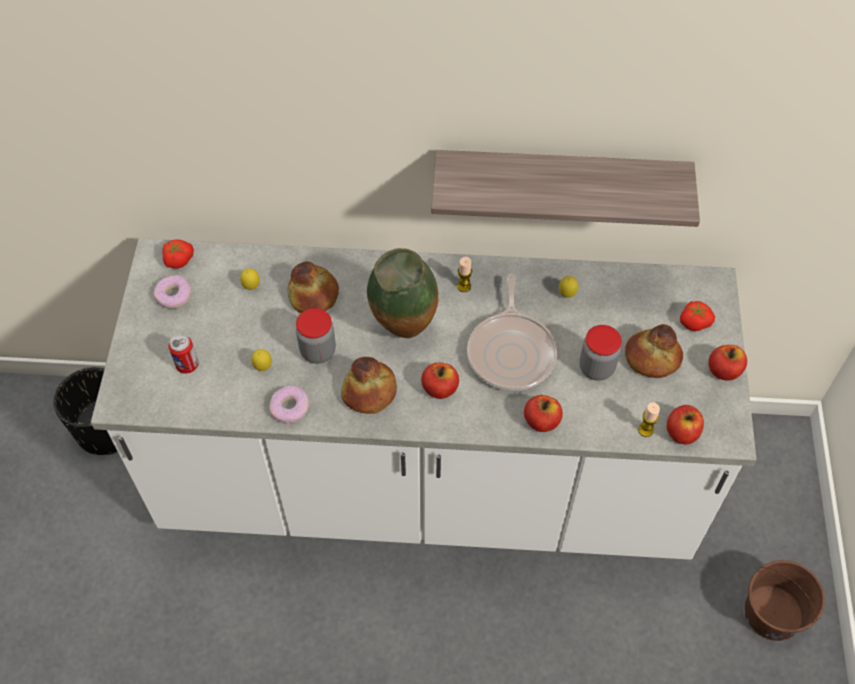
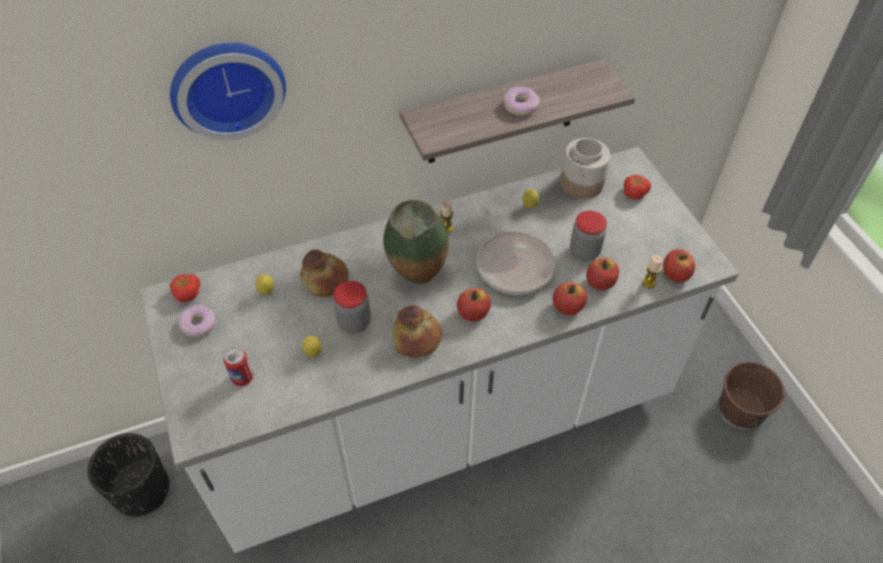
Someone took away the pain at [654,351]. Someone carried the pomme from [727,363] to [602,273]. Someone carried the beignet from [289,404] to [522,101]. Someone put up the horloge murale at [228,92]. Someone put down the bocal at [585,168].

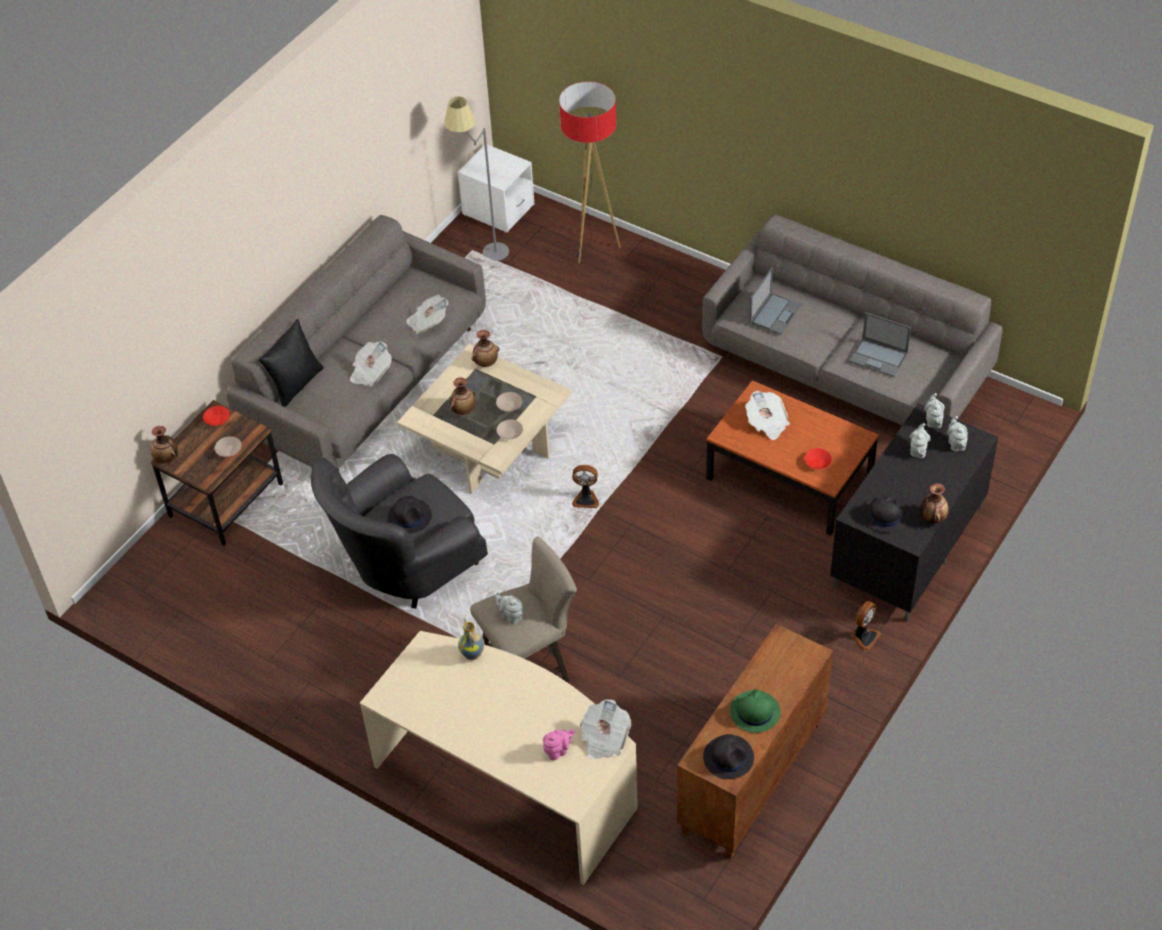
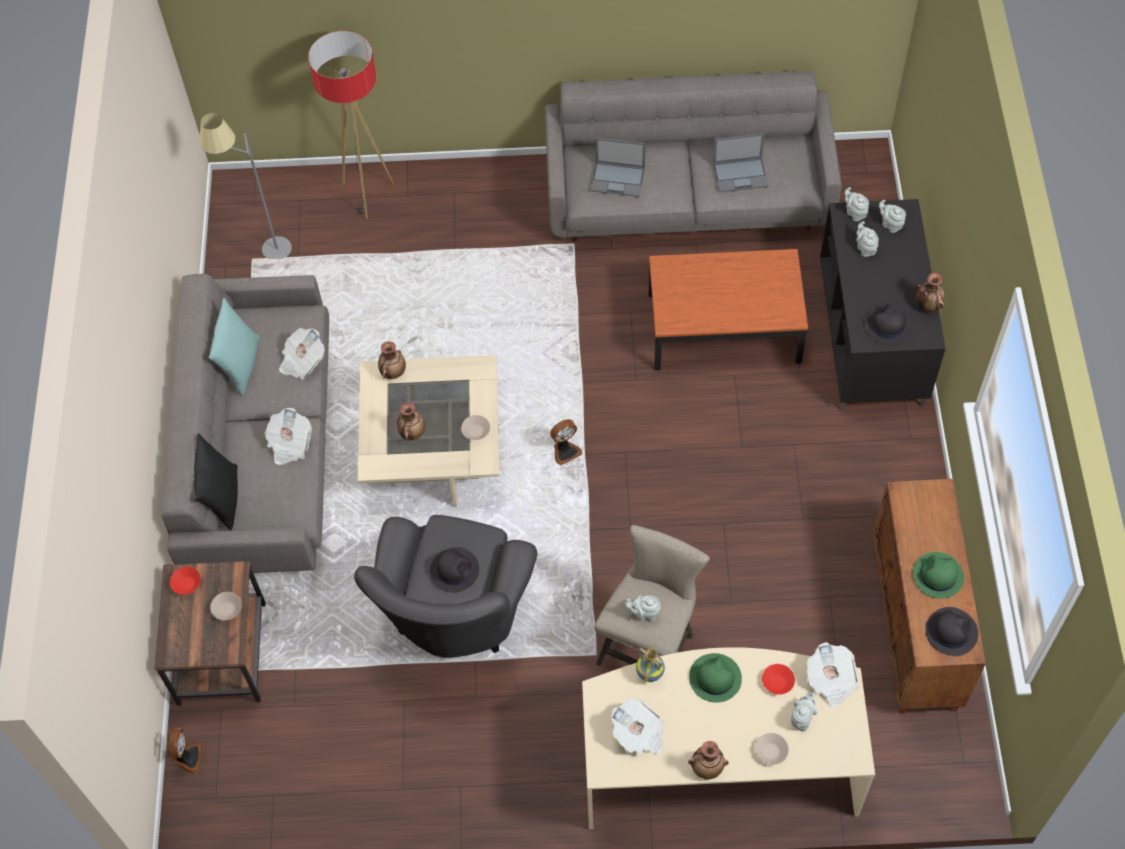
Someone took away the table de chevet/blanc at [496,188]. Someone rotated the ordinateur portable at [775,301] by 105 degrees clockwise. Someone carried the journal from [767,415] to [637,726]. Someone carried the bol/beige from [509,401] to [772,749]. Someone carried the vase from [164,445] to [708,760]. Someone carried the bol/rouge from [818,458] to [778,679]. Someone carried the ventilateur from [866,626] to [185,751]. Someone repainted the théière/rose at [559,744], which became the théière/gris at [804,711]. Someone put down the coussin/turquoise at [234,347]. Someone put down the chapeau/vert at [715,678].

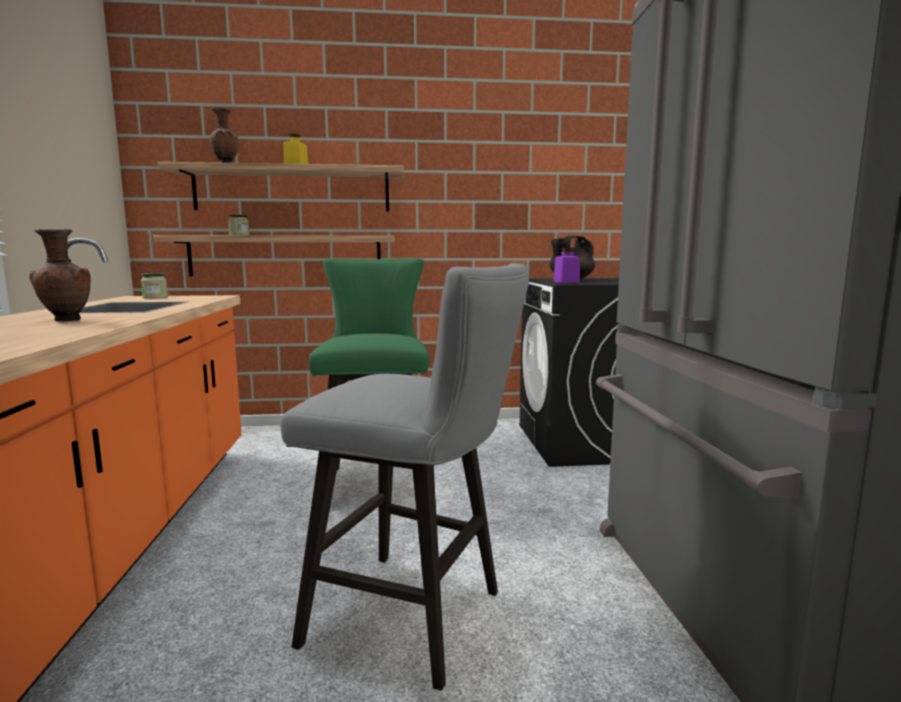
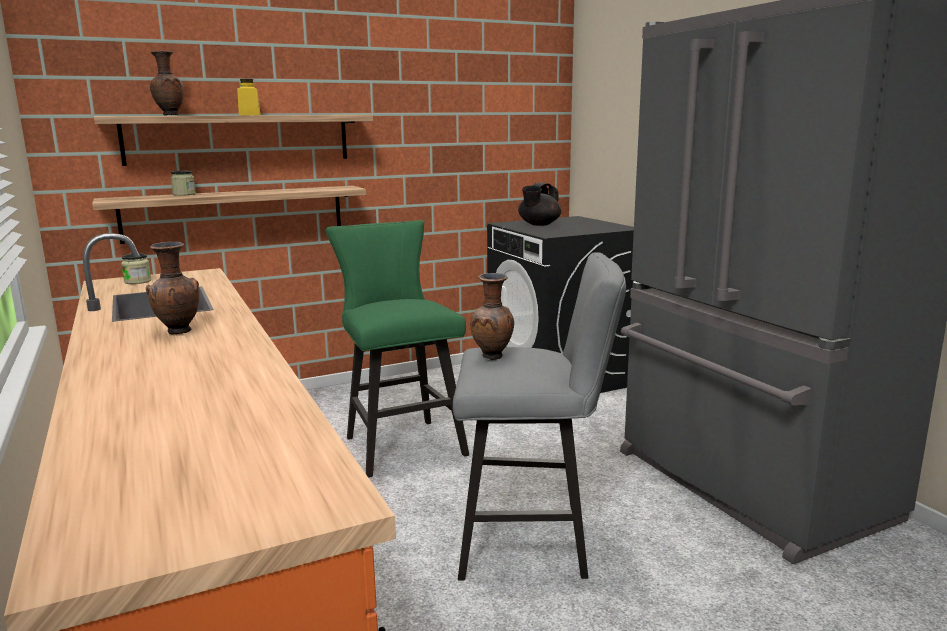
Someone took away the bocal/violet at [566,265]. Someone put down the vase/marron at [492,316].

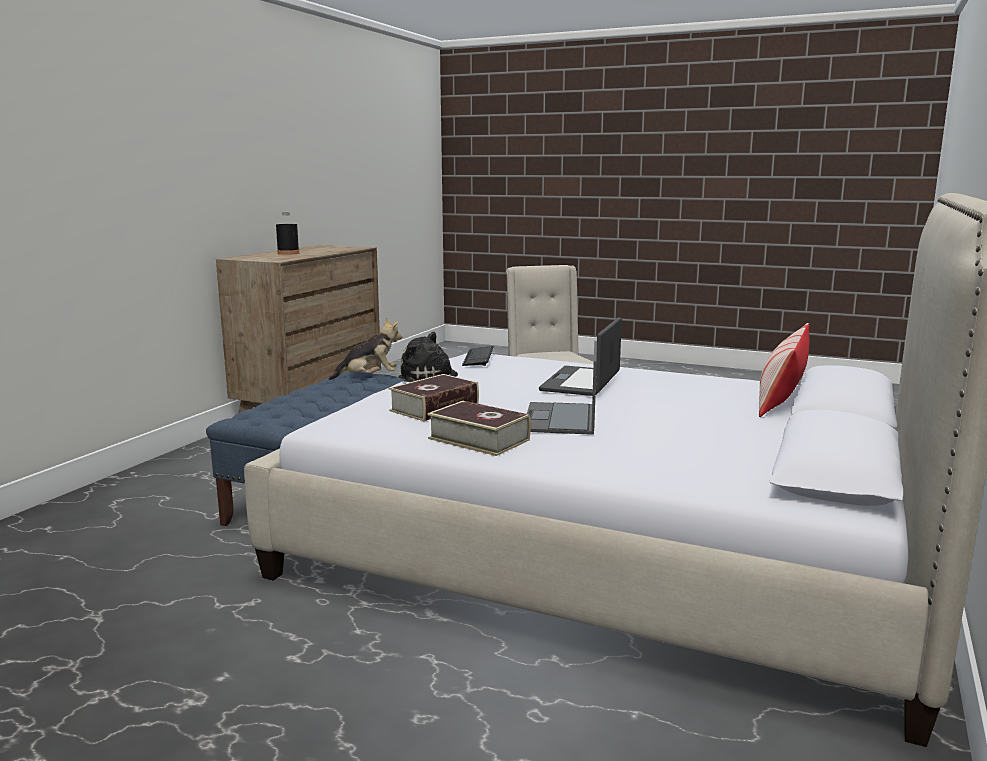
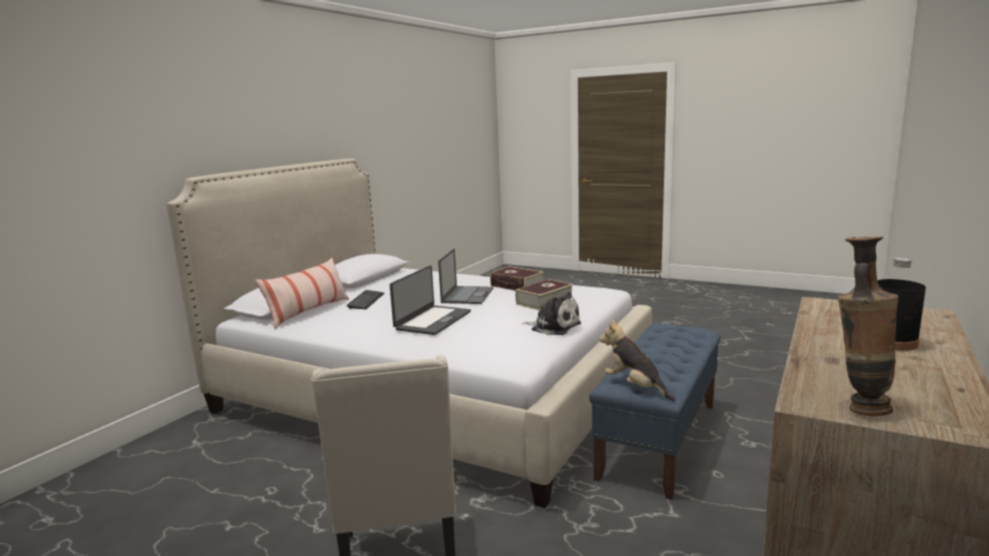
Someone rotated the peluche at [365,349] by 60 degrees clockwise. Someone carried the clavier from [478,356] to [365,300]. Someone put down the vase at [868,326].

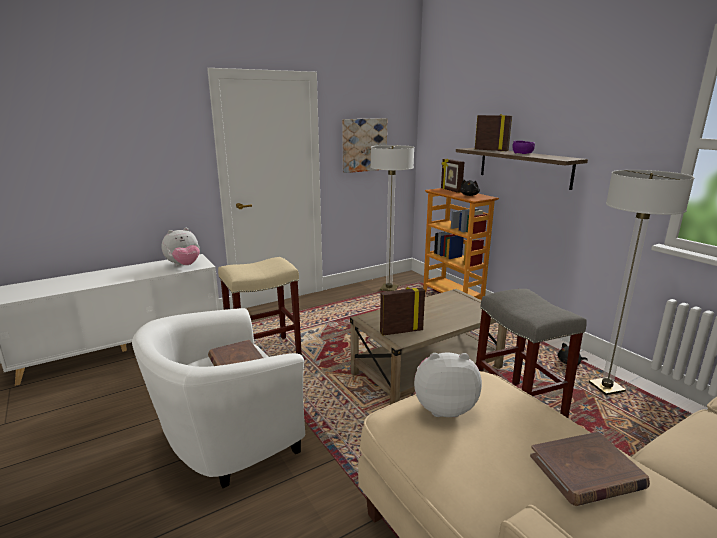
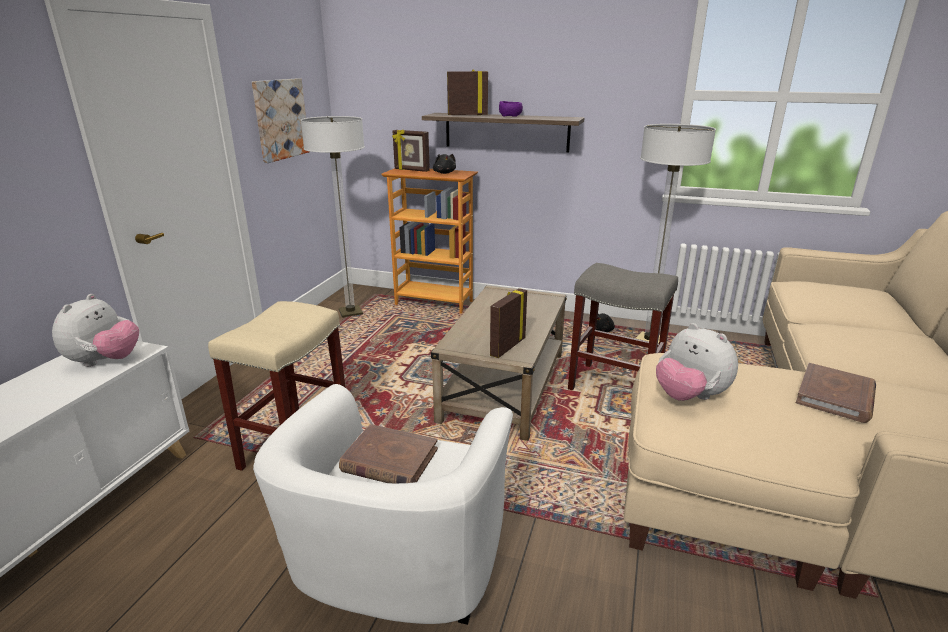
Someone rotated the peluche at [448,384] by 90 degrees counterclockwise.

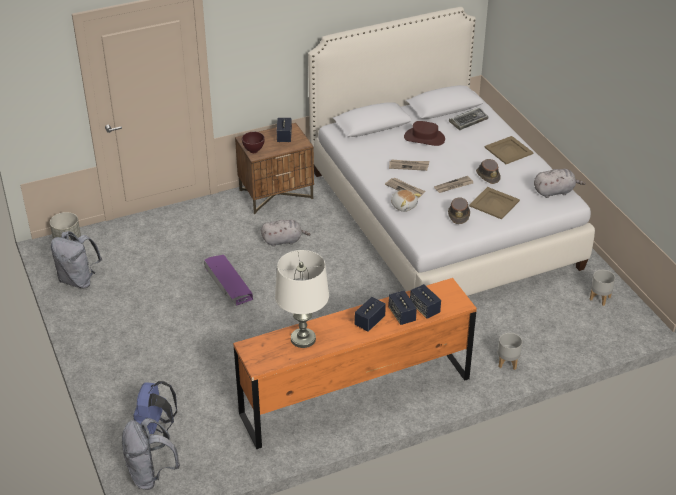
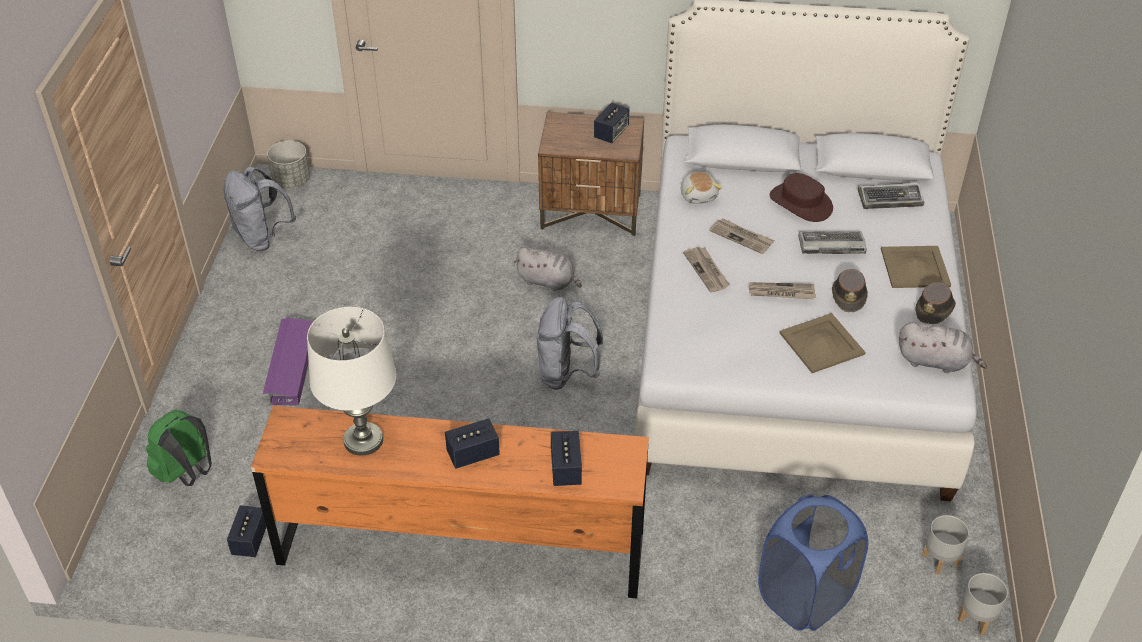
Someone took away the bol/marron at [253,142]. Someone carried the peluche from [406,201] to [701,188]. Someone carried the chapeau/marron from [459,210] to [935,303]. Someone carried the boîte de rangement/violet from [228,280] to [288,361]. Someone carried the enceinte from [402,307] to [246,531]. Someone carried the cache-pot/gris from [510,351] to [983,604]. Someone repainted the sac à dos/bleu at [155,407], which became the sac à dos/vert at [179,448]. Someone carried the sac à dos/gris from [151,454] to [569,343]. Someone put down the clavier at [833,242]. Someone put down the panier à linge/bleu at [813,563].

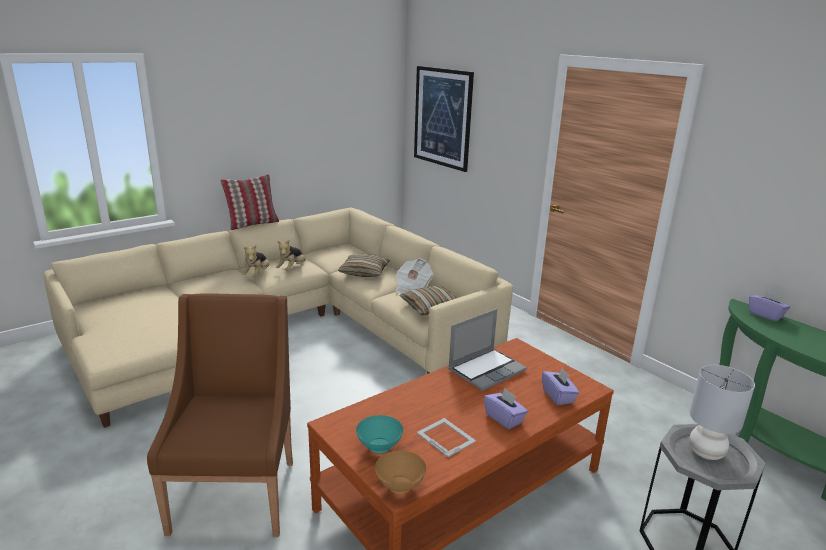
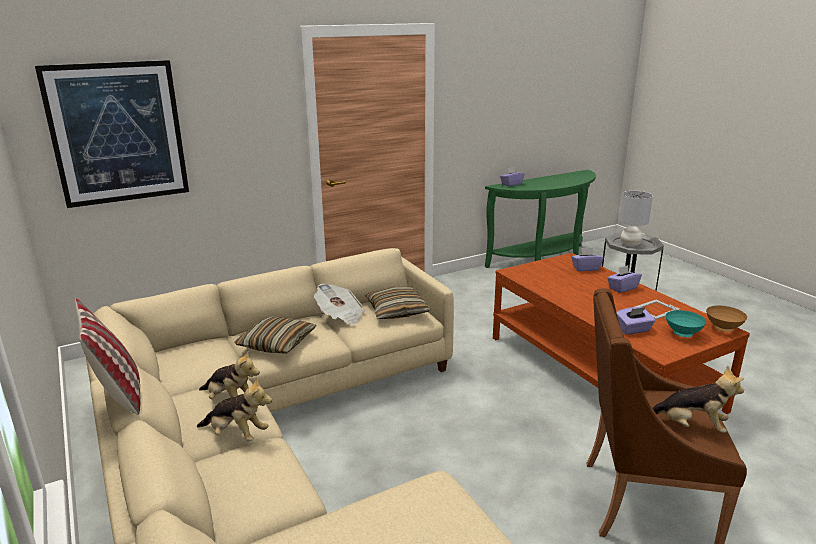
Someone took away the ordinateur portable at [487,350]. Someone put down the boîte à mouchoirs/violet at [635,321]. Someone put down the peluche at [698,399].

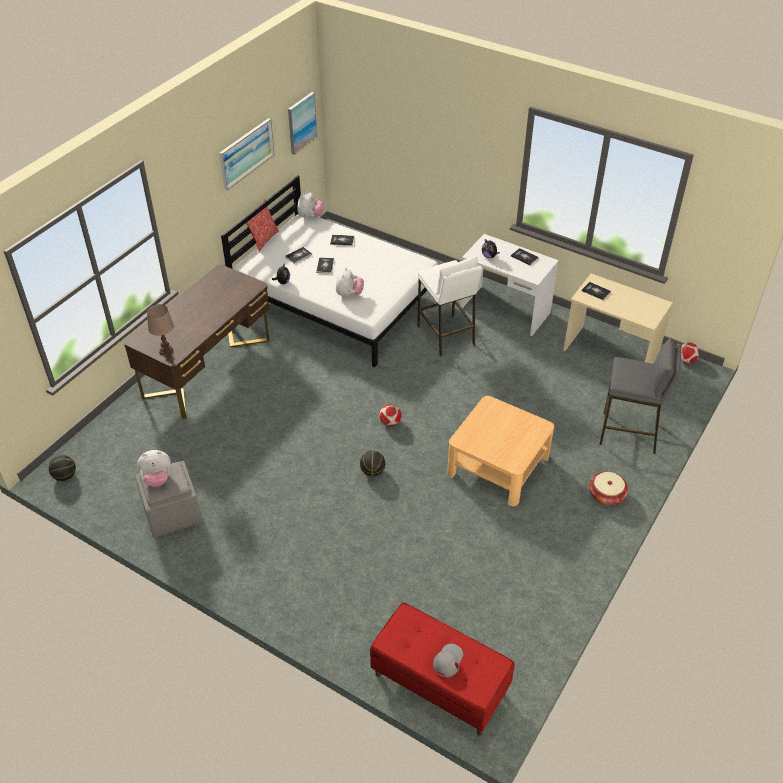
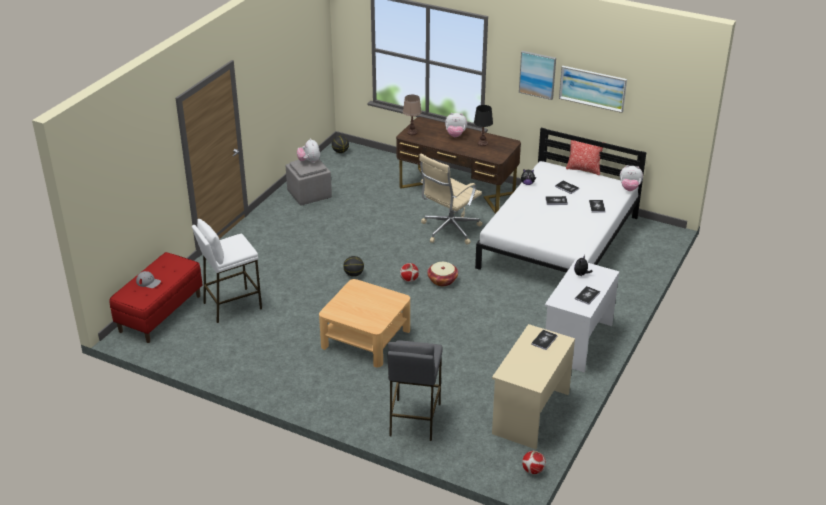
Someone carried the tableau from [302,123] to [537,75]. Someone carried the tabouret/blanc from [449,306] to [227,271]. Someone carried the peluche from [349,282] to [456,125]. Someone carried the panier from [608,488] to [442,274]. Someone put down the lampe de table/noir at [483,125]. Someone put down the chaise de bureau/beige at [451,199].

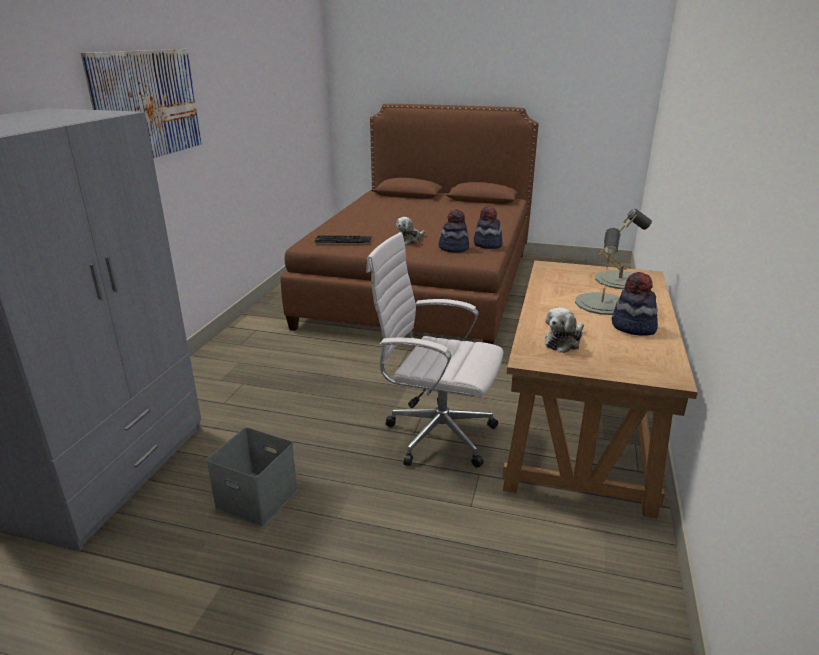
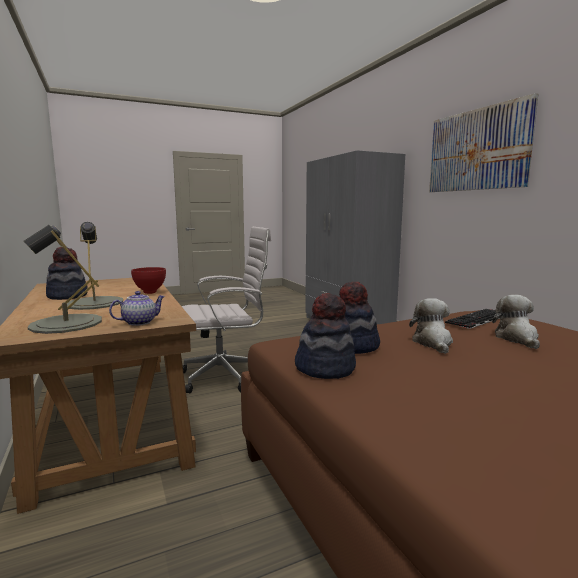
Someone carried the peluche from [564,330] to [516,322]. Someone took away the boîte de rangement/gris at [252,477]. Someone put down the bol/rouge at [148,280]. Someone put down the théière at [137,308].

